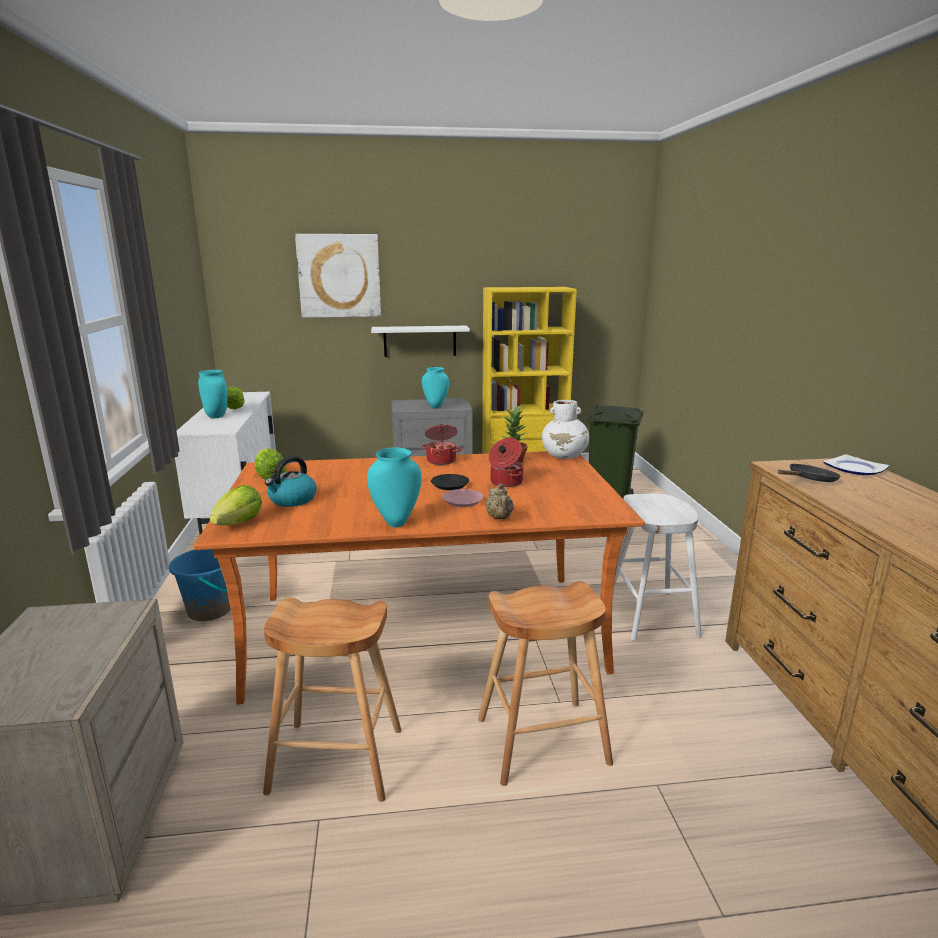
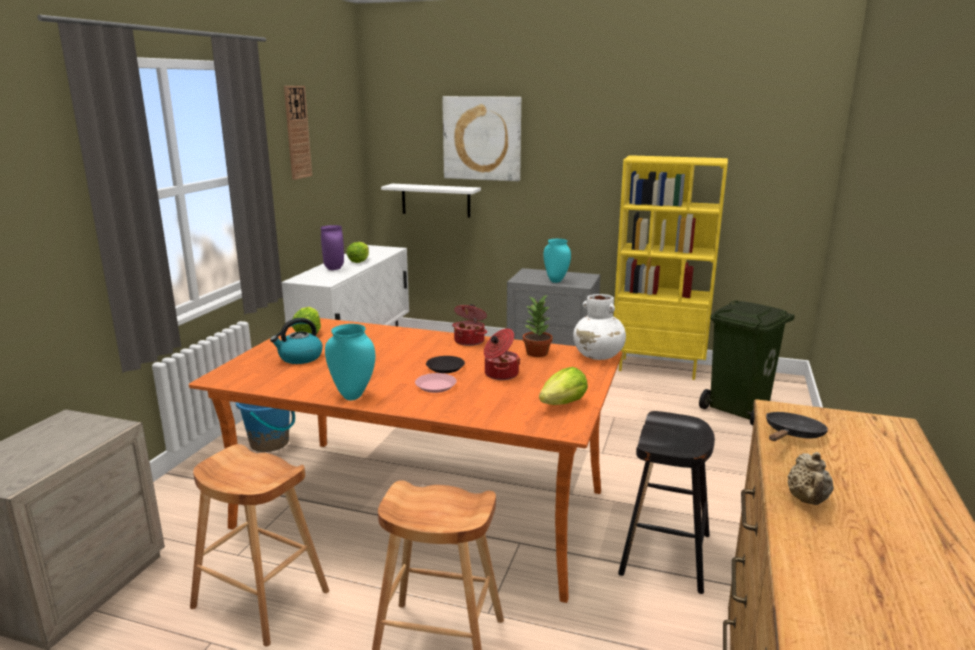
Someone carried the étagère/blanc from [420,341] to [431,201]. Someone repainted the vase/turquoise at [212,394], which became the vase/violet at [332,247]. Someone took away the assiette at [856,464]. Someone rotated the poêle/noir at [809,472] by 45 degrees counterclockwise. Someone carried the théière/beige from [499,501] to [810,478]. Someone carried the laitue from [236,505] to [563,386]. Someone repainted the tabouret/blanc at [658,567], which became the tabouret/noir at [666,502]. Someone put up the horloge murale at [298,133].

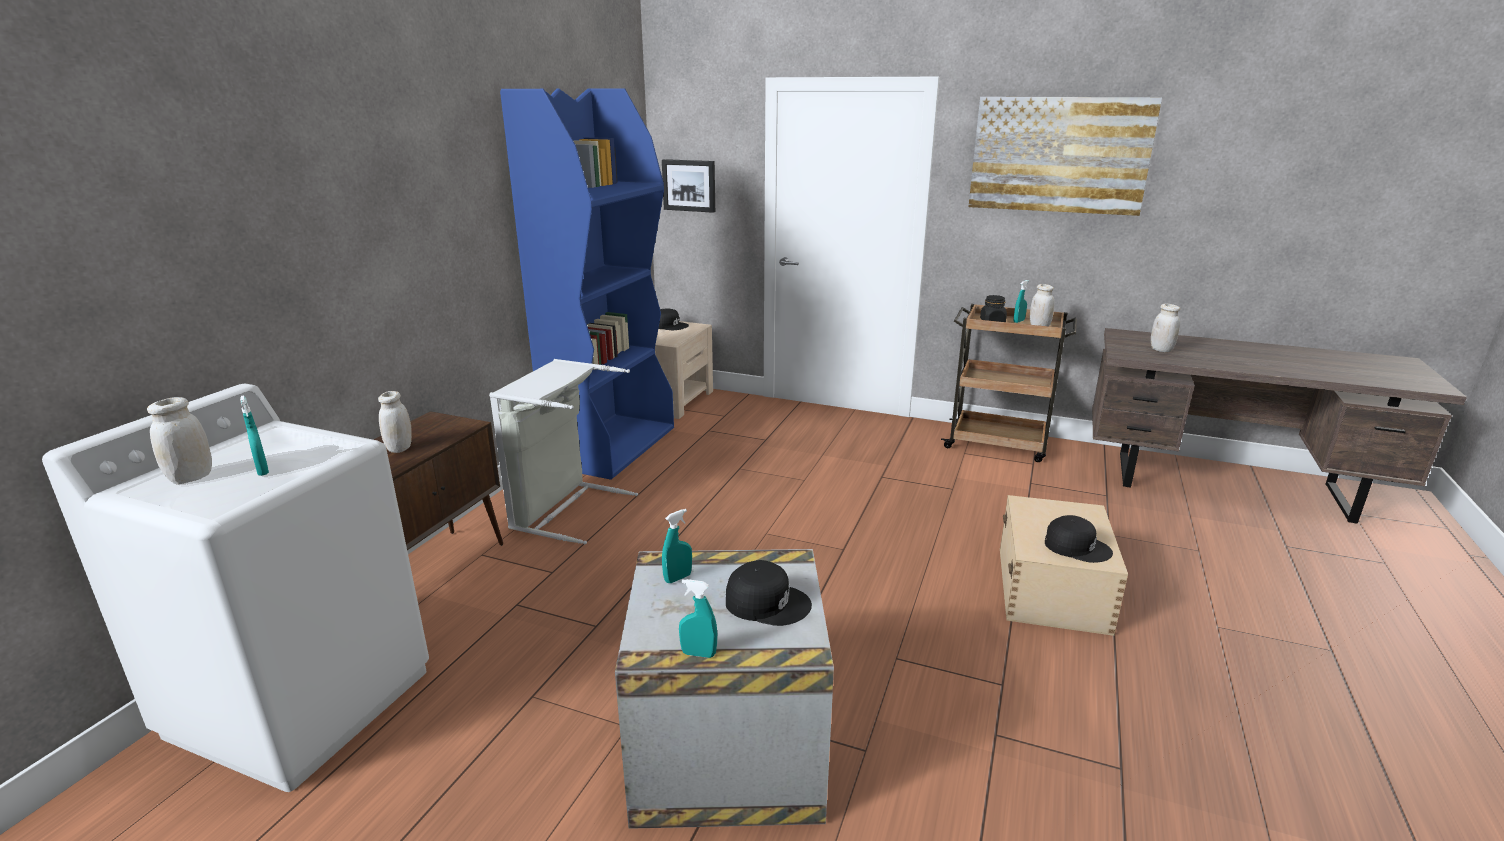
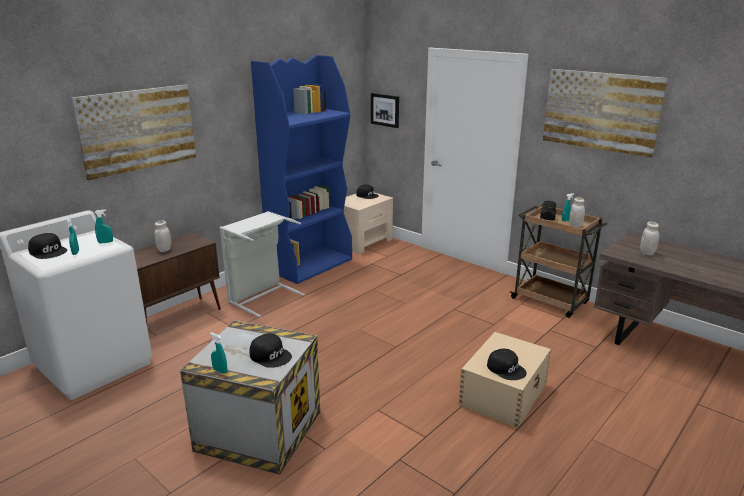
Someone swapped the bocal/blanc at [179,440] for the casquette/noir at [47,246]. Someone carried the vaporisateur/turquoise from [677,546] to [104,226]. Someone put up the tableau at [133,132].

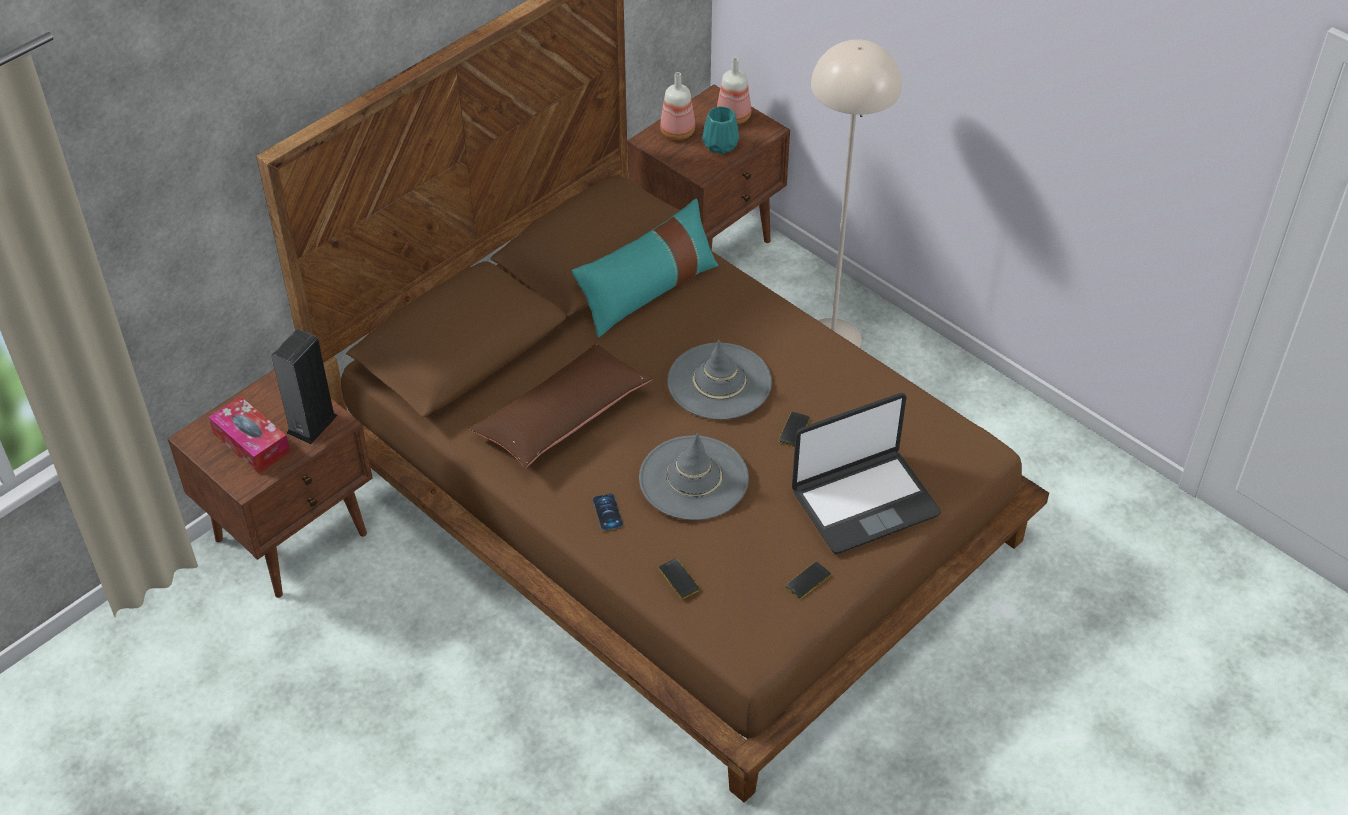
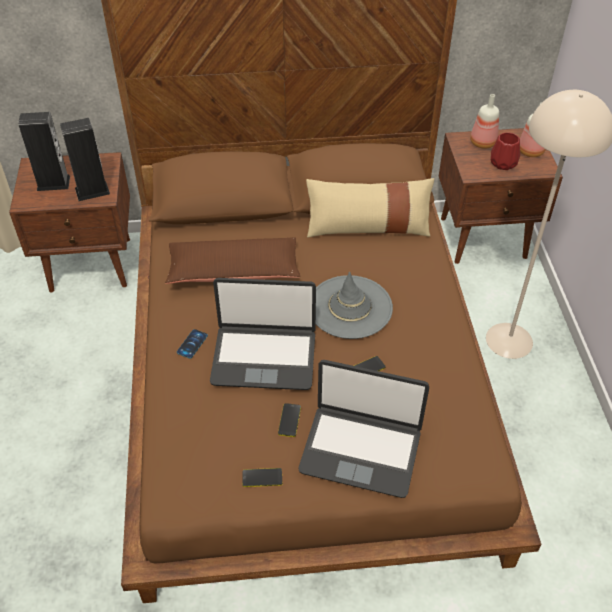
Someone repainted the vase/turquoise at [720,130], which became the vase/rouge at [505,151]. Someone repainted the coussin/turquoise at [644,268], which became the coussin/beige at [370,207]. Someone swapped the boîte à mouchoirs at [249,435] for the enceinte at [44,151]. Someone swapped the chapeau/gris at [694,476] for the ordinateur portable at [263,334]. Someone carried the téléphone from [679,579] to [289,420].

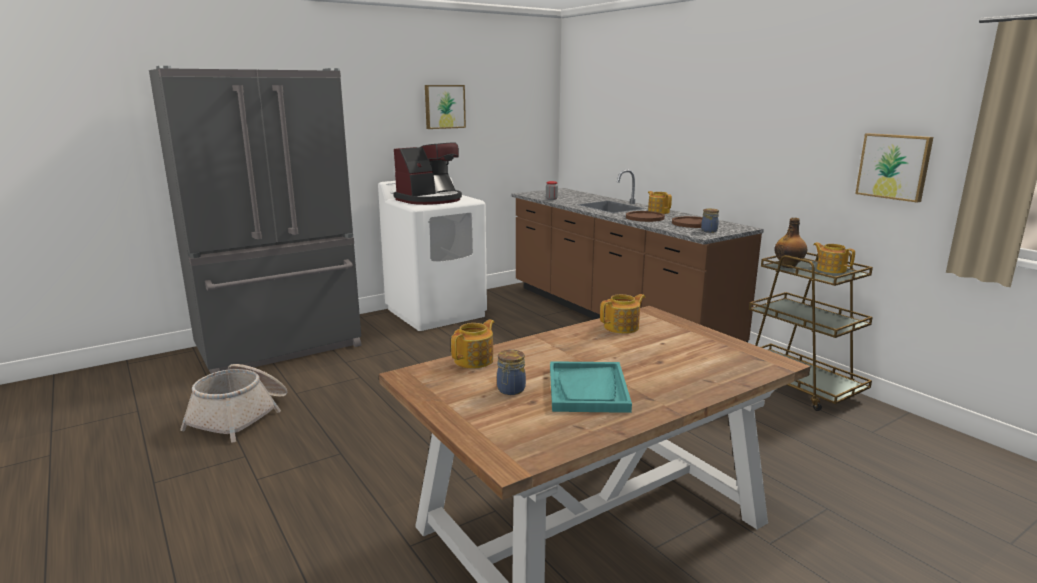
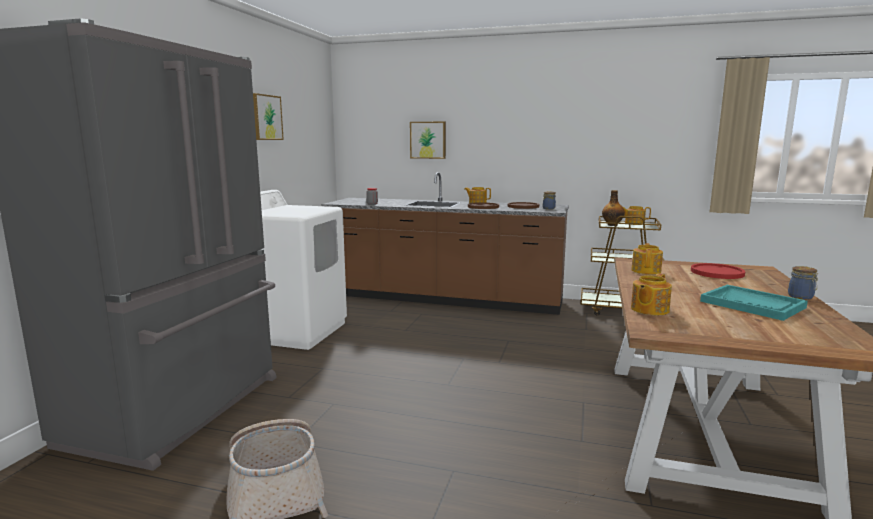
Someone carried the tableau from [894,168] to [428,140]. Someone took away the machine à café at [427,173]. Someone rotated the théière at [472,343] by 135 degrees counterclockwise. Someone carried the bocal from [511,372] to [803,283]. Someone put down the assiette/rouge at [718,271].

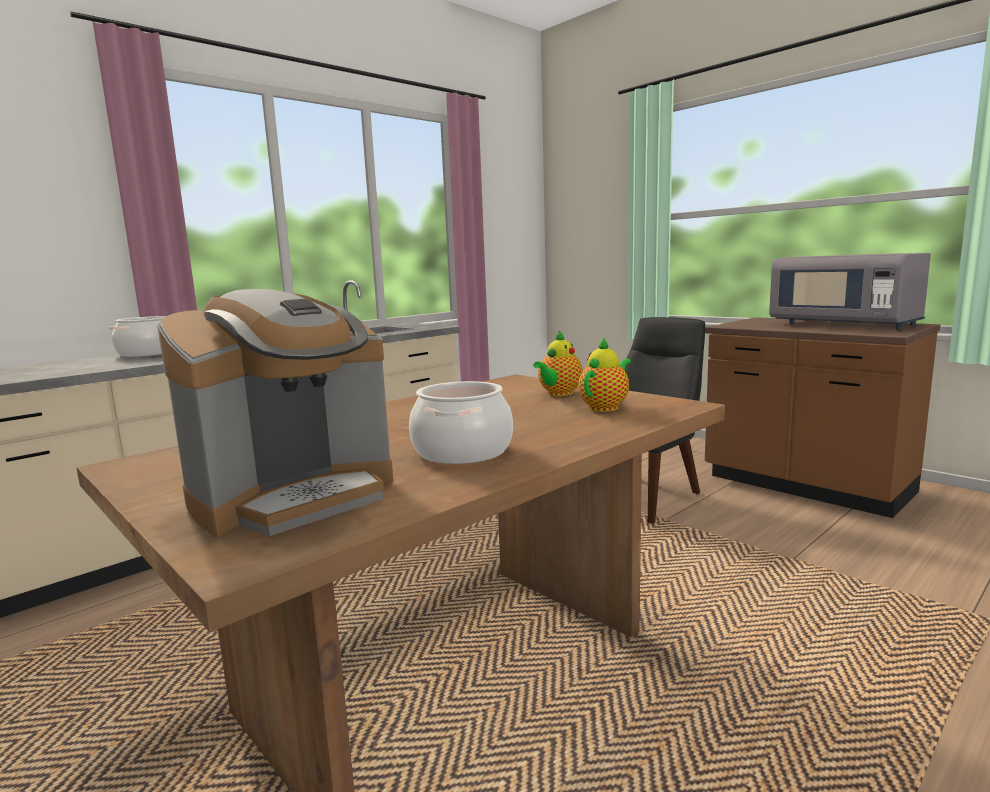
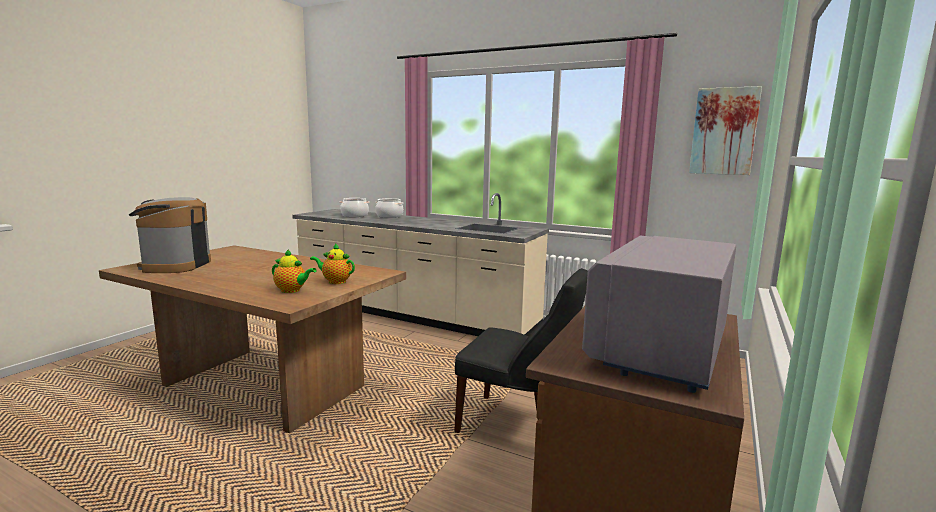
Someone rotated the machine à café at [275,413] by 60 degrees clockwise. Someone carried the marmite from [461,422] to [354,207]. Someone put up the tableau at [725,130].

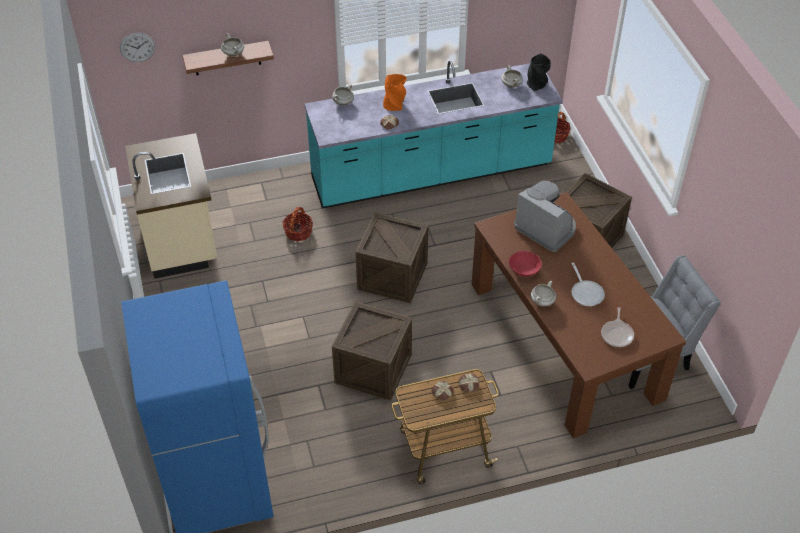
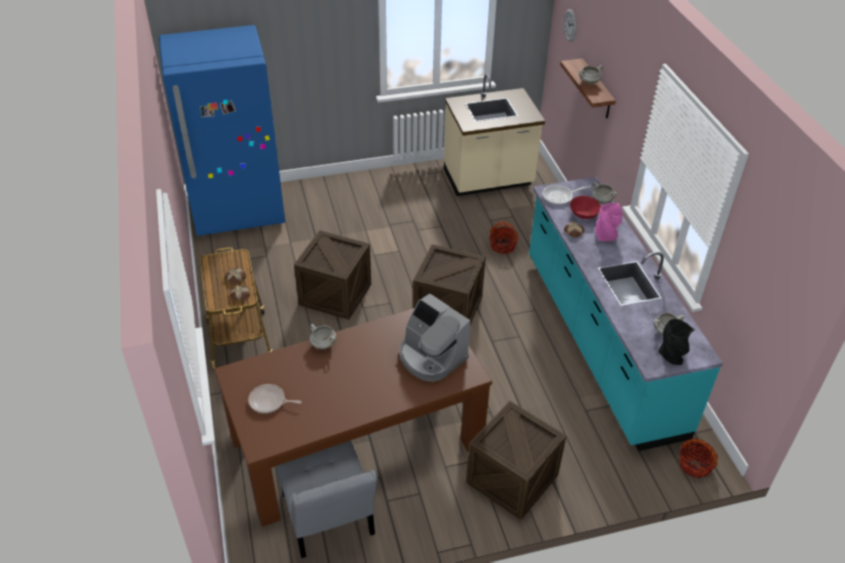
Someone repainted the vase/orange at [395,92], which became the vase/rose at [608,222]. Someone rotated the machine à café at [545,216] by 90 degrees clockwise. Someone carried the bol/rouge from [525,264] to [585,207]. Someone carried the poêle from [588,284] to [567,195].

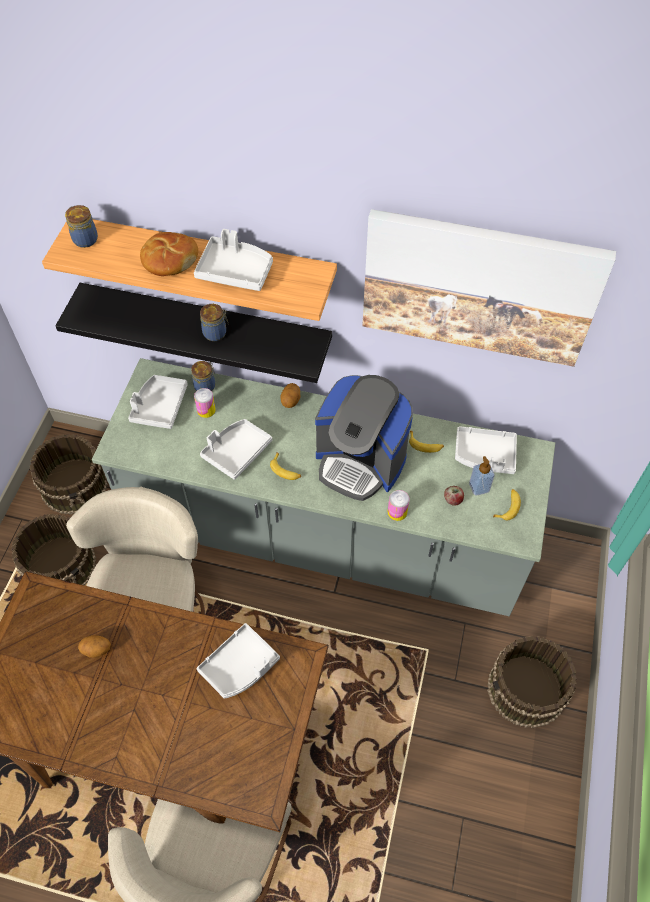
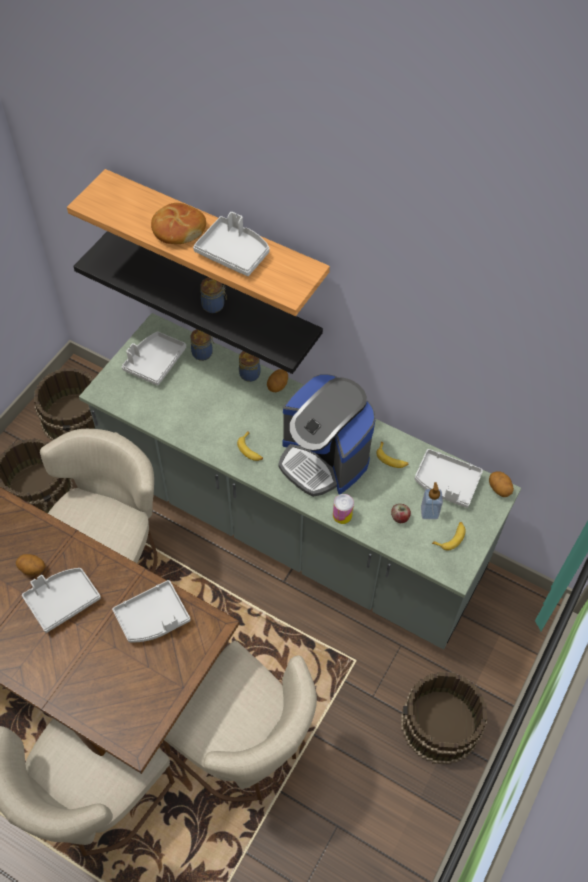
Someone carried the bocal from [81,226] to [250,366]. Someone took away the tableau at [489,288]. Someone took away the boîte métallique at [205,403]. Someone carried the plateau/gris from [236,449] to [61,600]. Someone put down the pomme de terre at [501,484]. Someone put down the chaise/beige at [240,721].

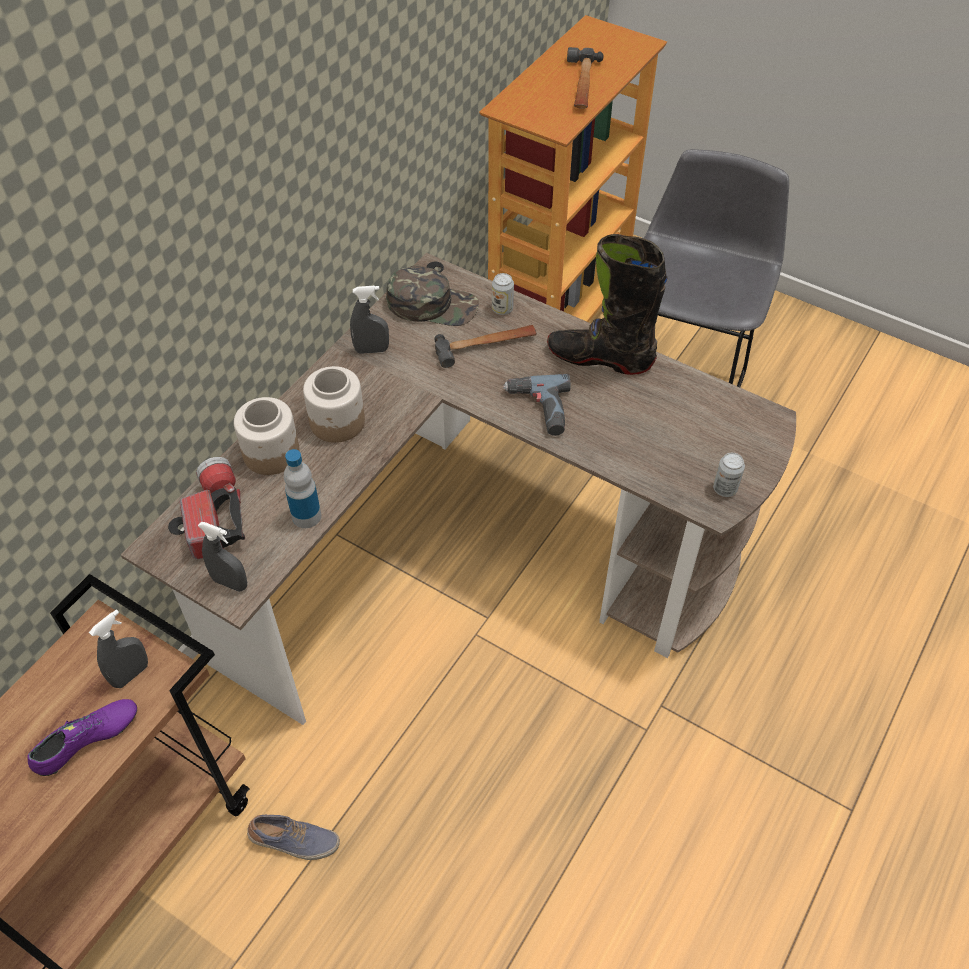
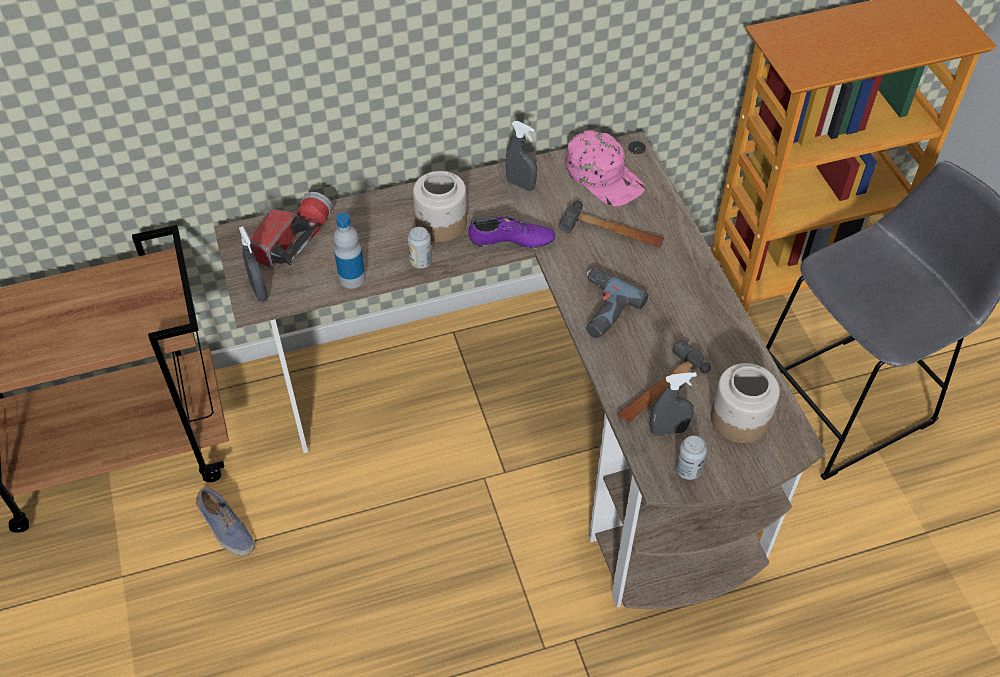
Someone carried the marteau from [585,78] to [664,381]. Someone took away the botte/noir at [607,304]. Someone repainted the casquette/vert at [432,295], which became the casquette/rose at [605,168]. Someone carried the boîte métallique from [503,294] to [419,248]. Someone carried the bocal from [267,436] to [745,403]. Someone carried the vaporisateur/gris from [118,648] to [673,404]. Someone carried the chaussure/violet from [82,737] to [511,232].

